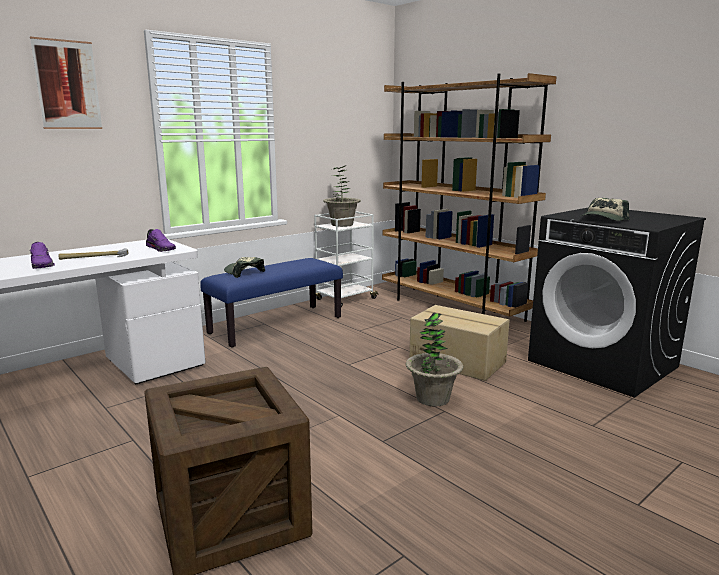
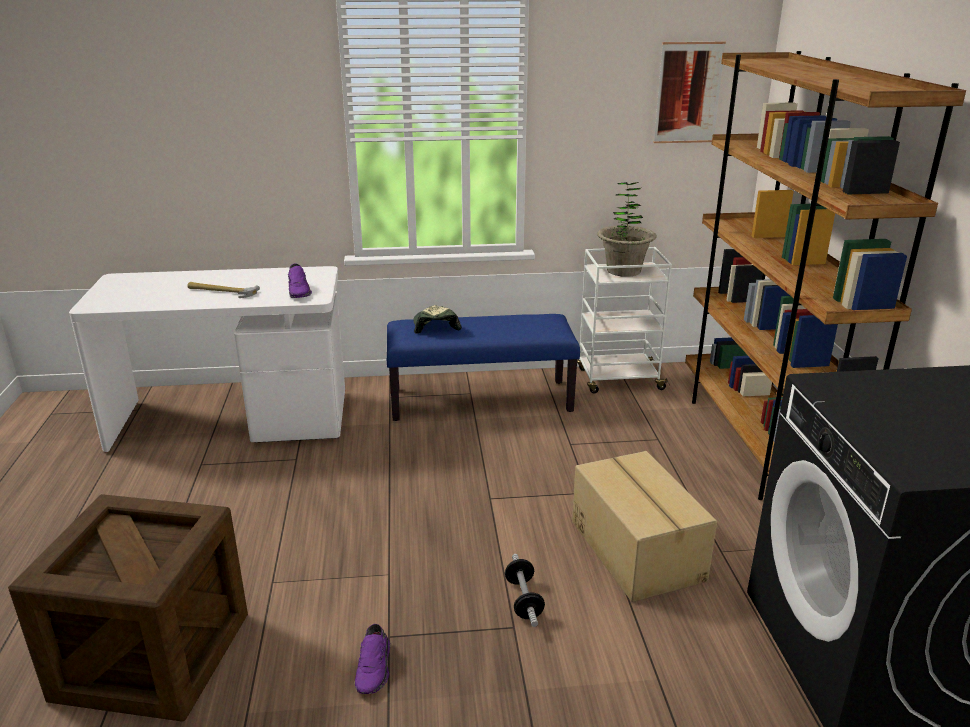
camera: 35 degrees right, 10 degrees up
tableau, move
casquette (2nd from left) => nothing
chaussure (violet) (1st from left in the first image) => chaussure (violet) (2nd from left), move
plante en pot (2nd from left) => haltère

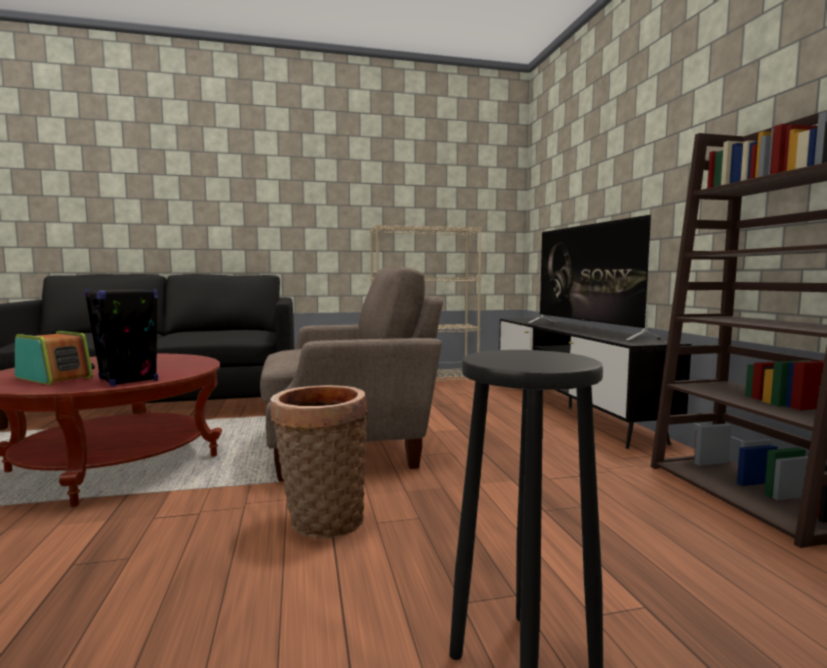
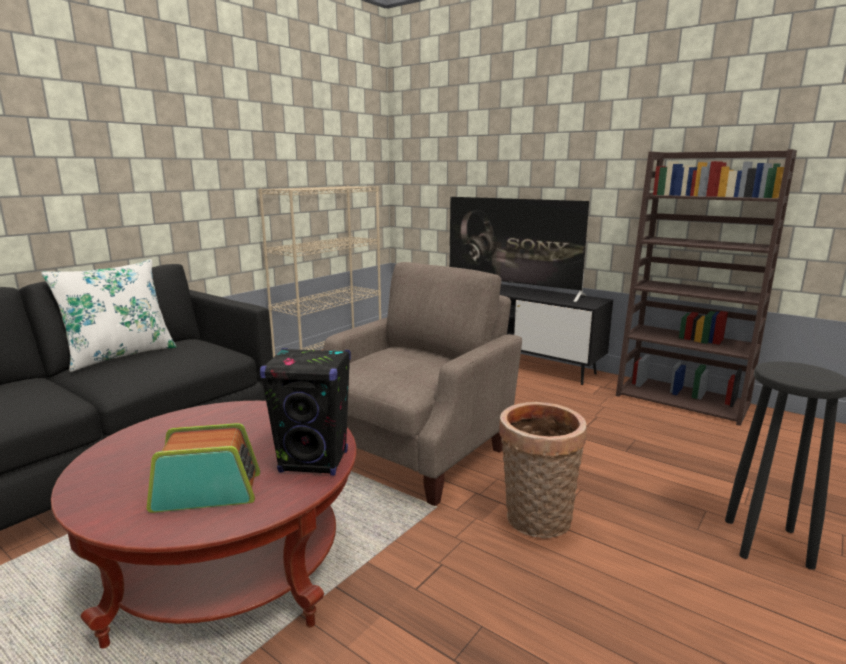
camera: 40 degrees left, 10 degrees up
nothing => coussin (blanc)

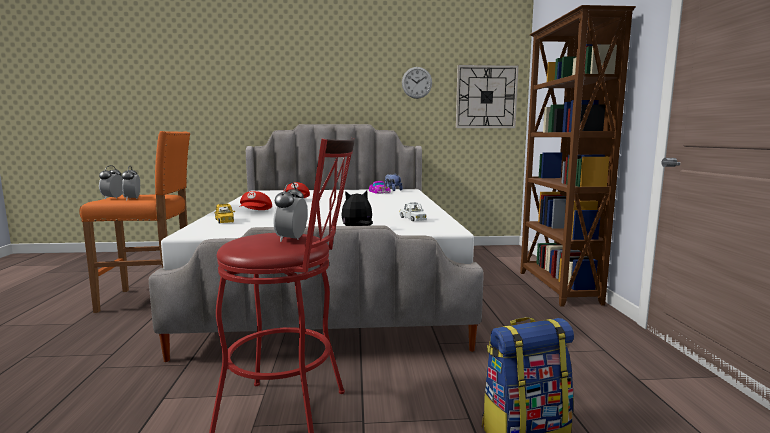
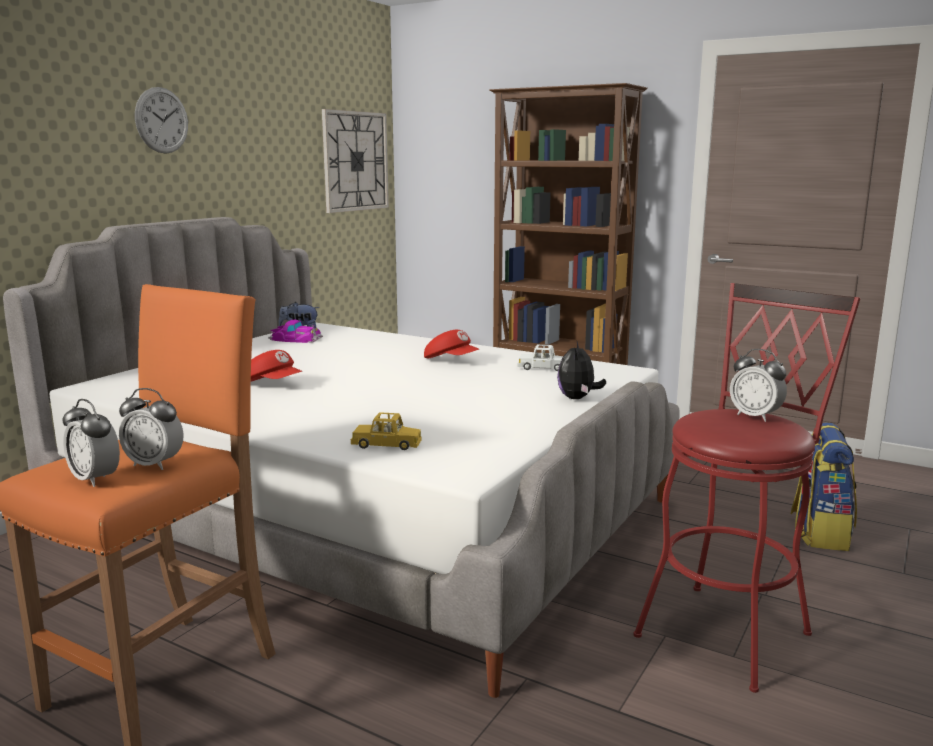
camera: 55 degrees left, 5 degrees up
horloge murale (1st from left), move
casquette (rouge) (1st from left in the first image) => casquette (rouge) (2nd from left), move

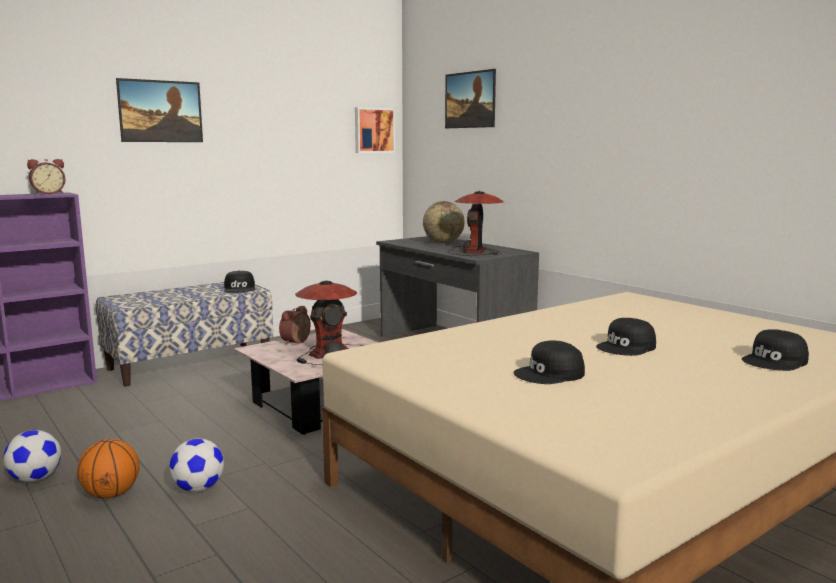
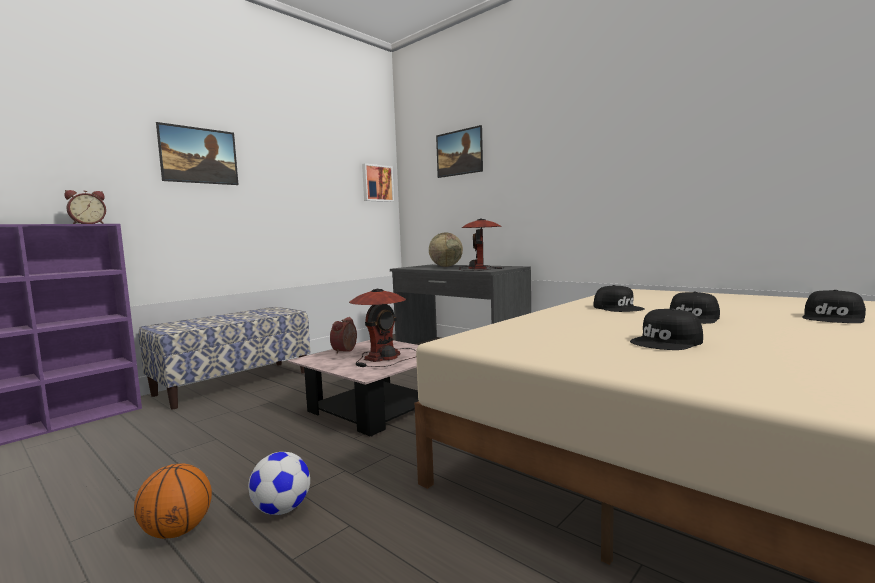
camera: 10 degrees left, 5 degrees down
casquette (noir) (1st from left), move
ballon de foot (1st from left) => nothing

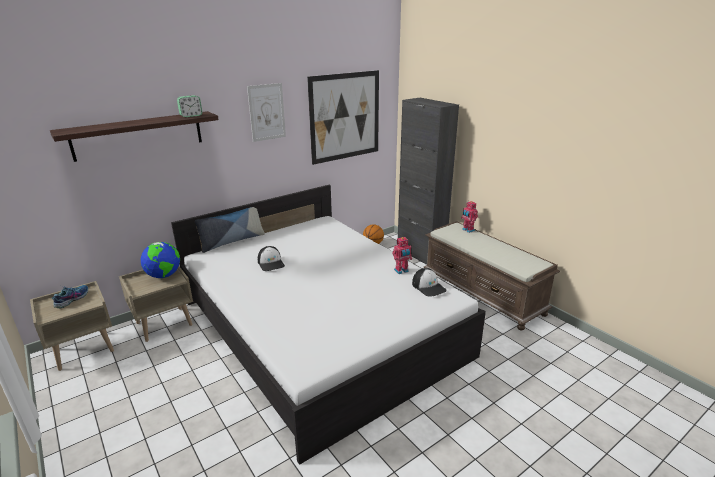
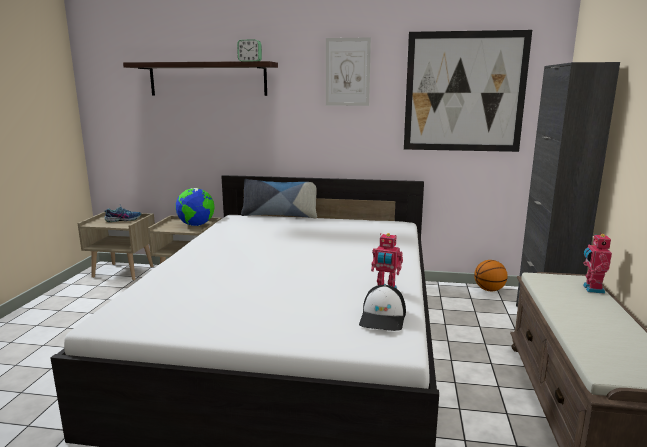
camera: 45 degrees right, 10 degrees down
casquette (1st from left) => nothing

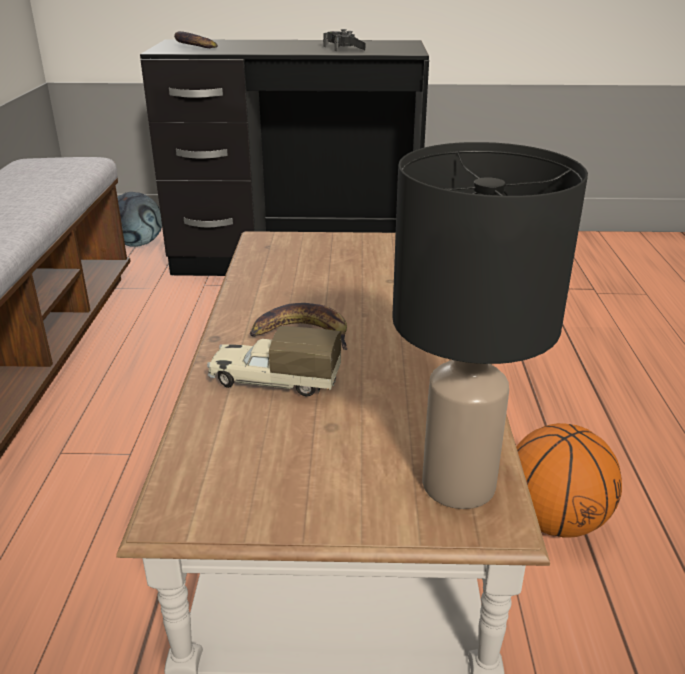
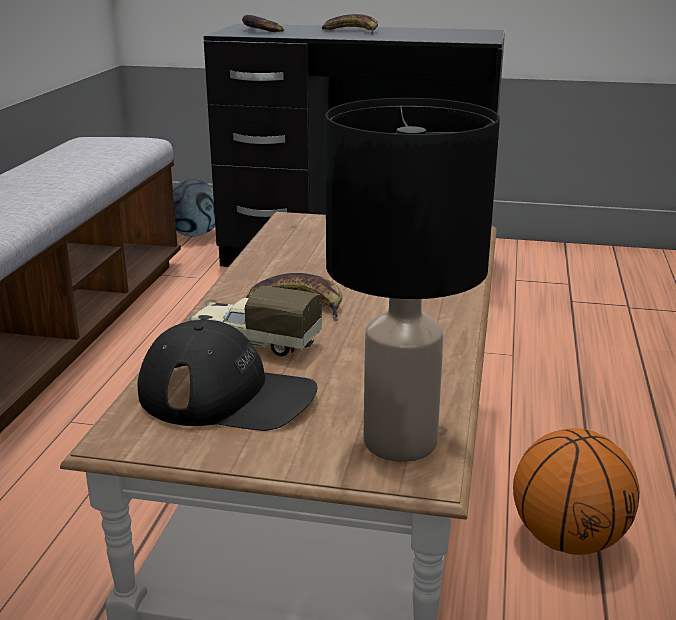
camera: 10 degrees right, 5 degrees down
manette (noir) => nothing
nothing => banane (3rd from left)
nothing => casquette (noir)

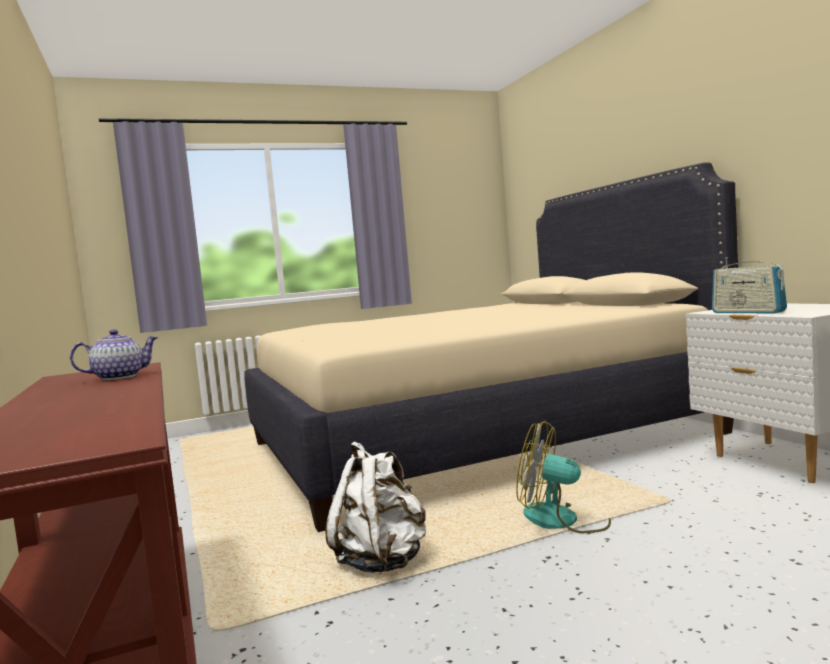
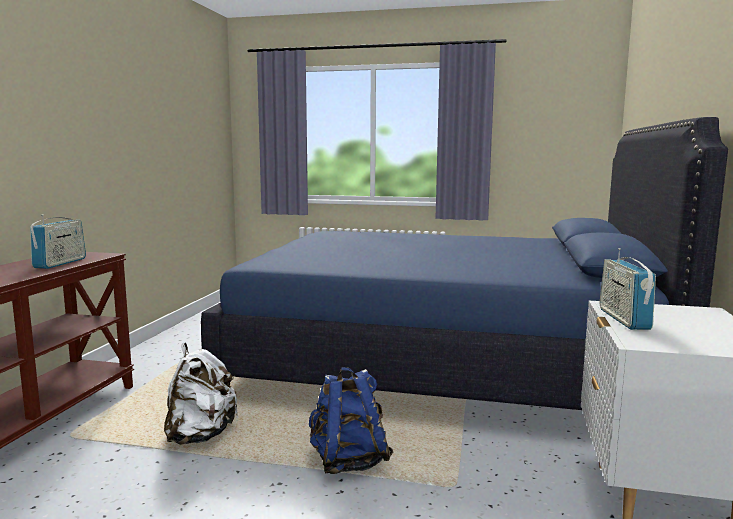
camera: 35 degrees right, 5 degrees up
lit (beige) => lit (bleu)
théière => radio (1st from left)
ventilateur => sac à dos (bleu)

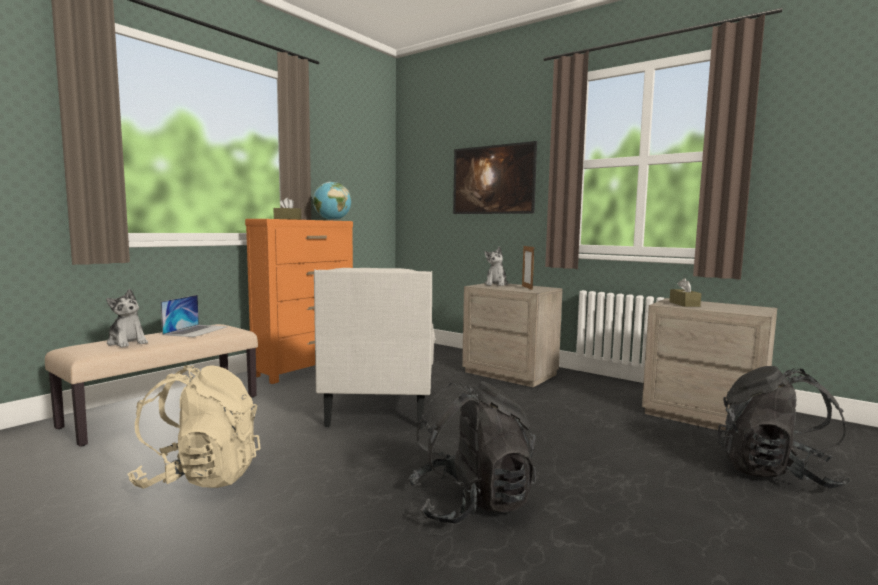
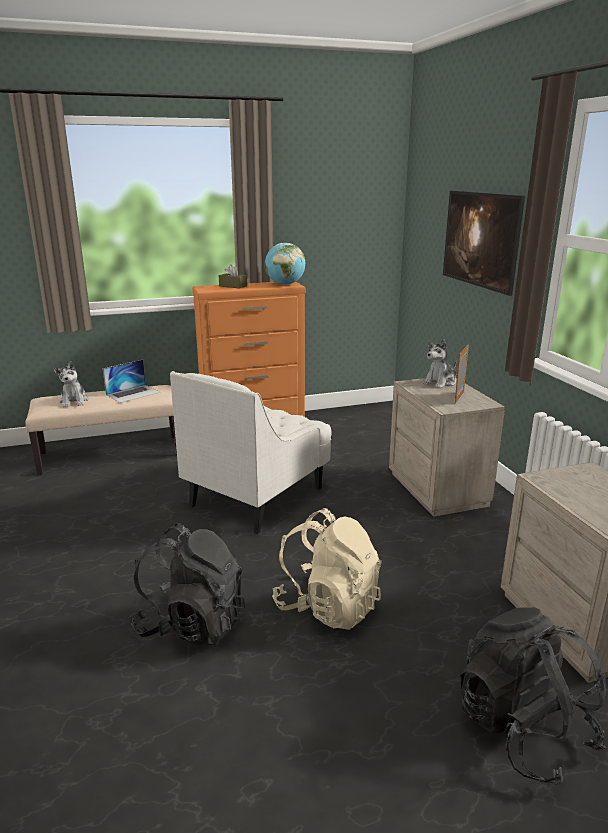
camera: 35 degrees right, 15 degrees up
boîte à mouchoirs (marron) (2nd from left) => nothing
sac à dos (beige), move

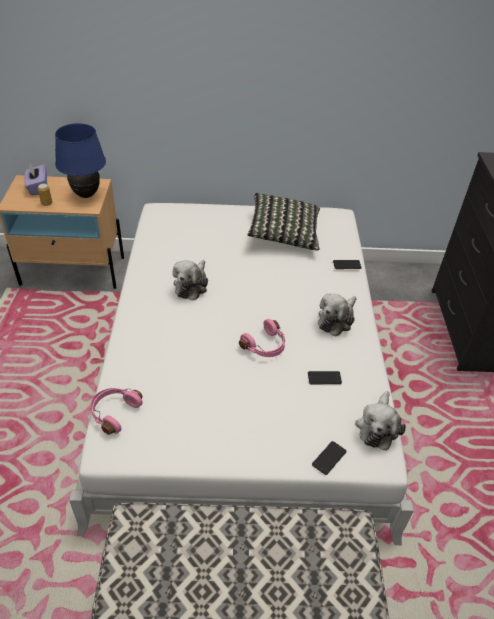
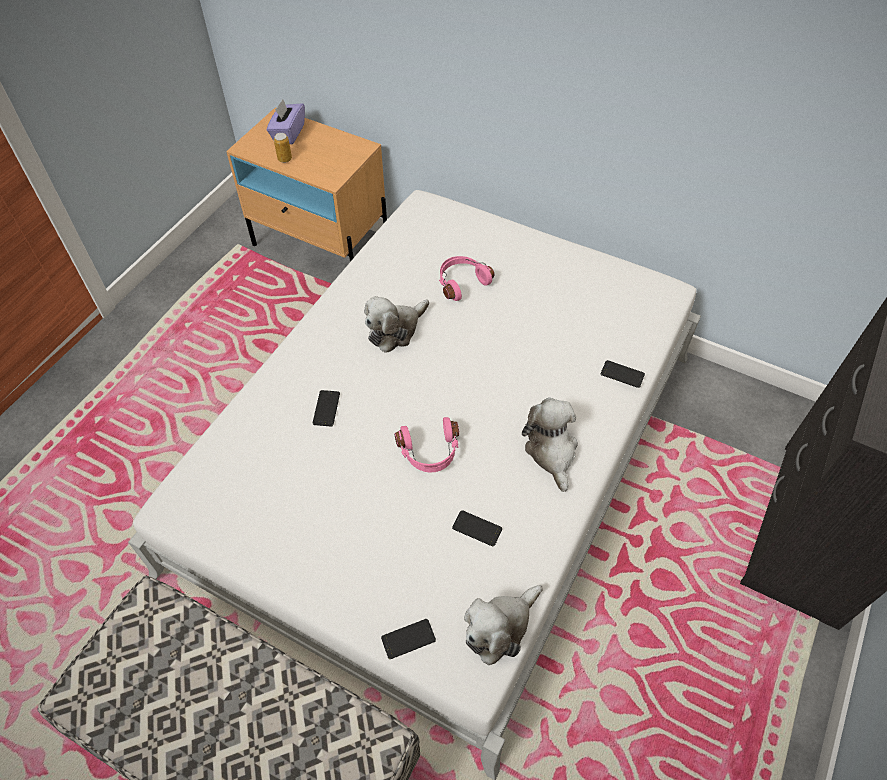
camera: 30 degrees right, 10 degrees up
lampe de table (bleu) => nothing
coussin => nothing
peluche (2nd from left in the first image) => peluche (3rd from left), 105 degrees clockwise
casque audio (rose) (1st from left in the first image) => casque audio (rose) (2nd from left), move
nothing => téléphone (1st from left)

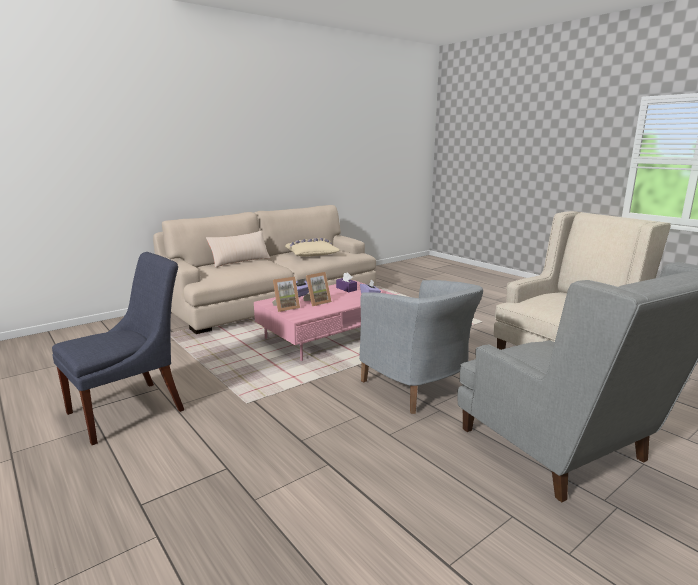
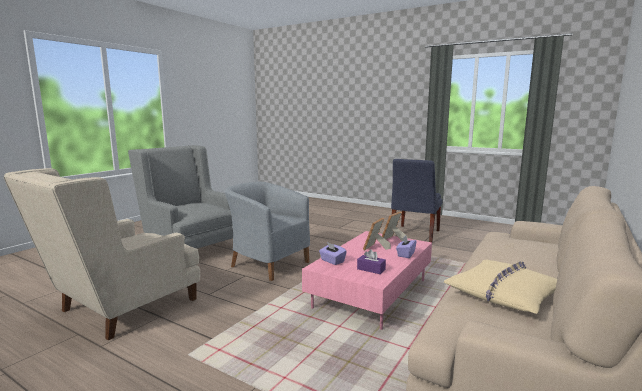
camera: 160 degrees right, 5 degrees down
coussin (beige) (1st from left) => nothing

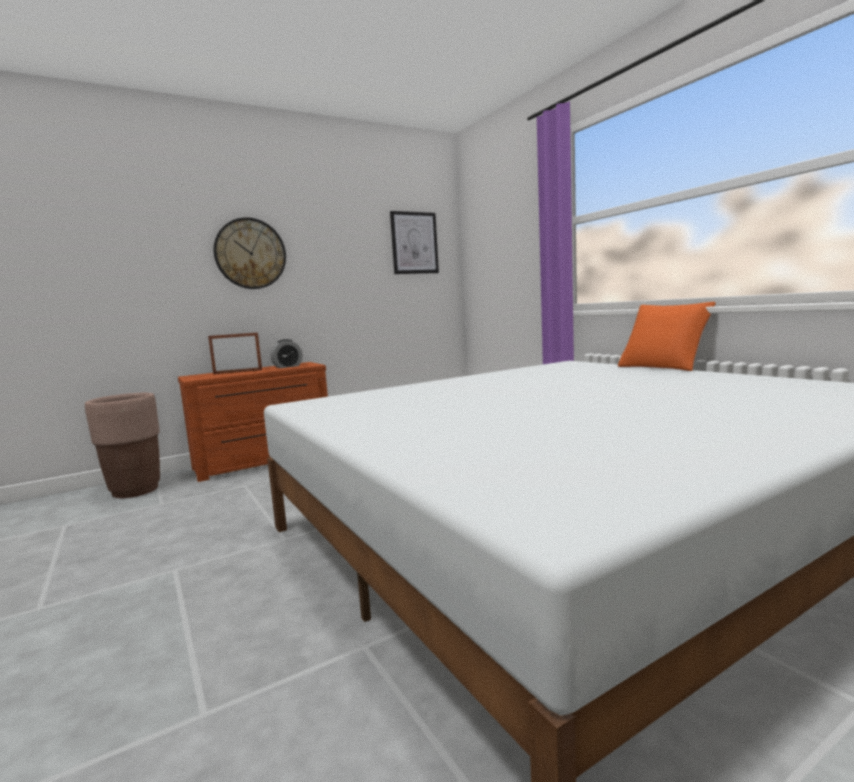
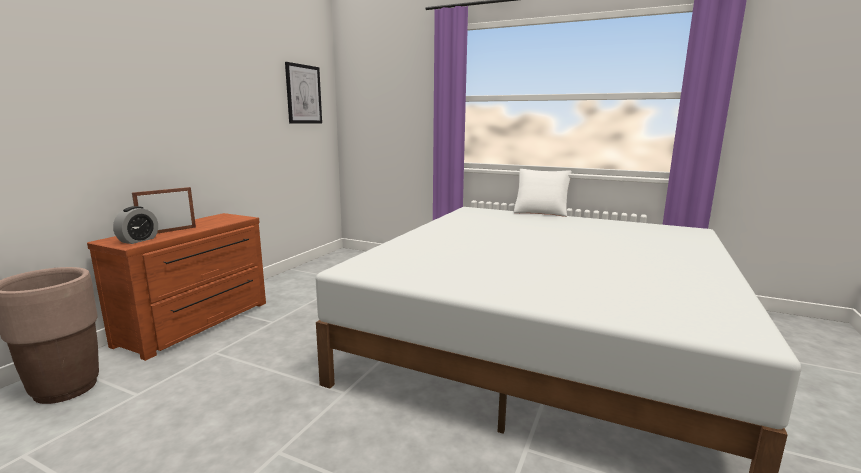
camera: 35 degrees left, 5 degrees up
horloge murale => nothing
coussin (orange) => coussin (blanc)
réveil, move

